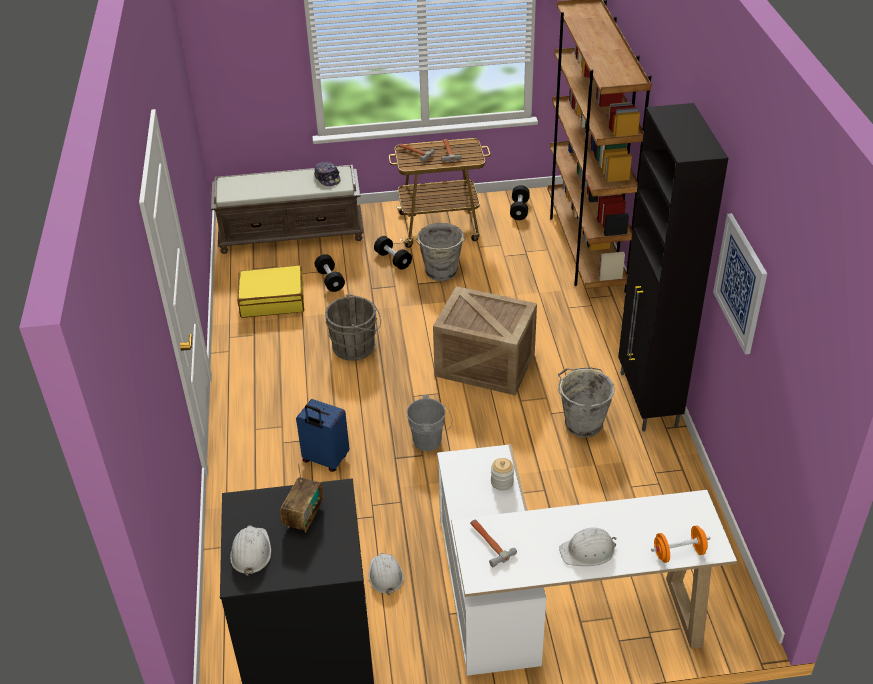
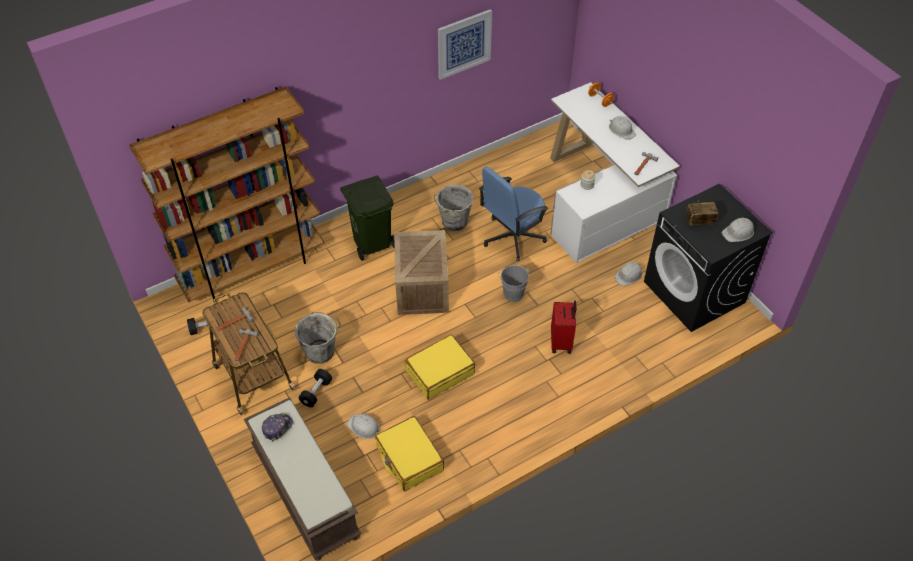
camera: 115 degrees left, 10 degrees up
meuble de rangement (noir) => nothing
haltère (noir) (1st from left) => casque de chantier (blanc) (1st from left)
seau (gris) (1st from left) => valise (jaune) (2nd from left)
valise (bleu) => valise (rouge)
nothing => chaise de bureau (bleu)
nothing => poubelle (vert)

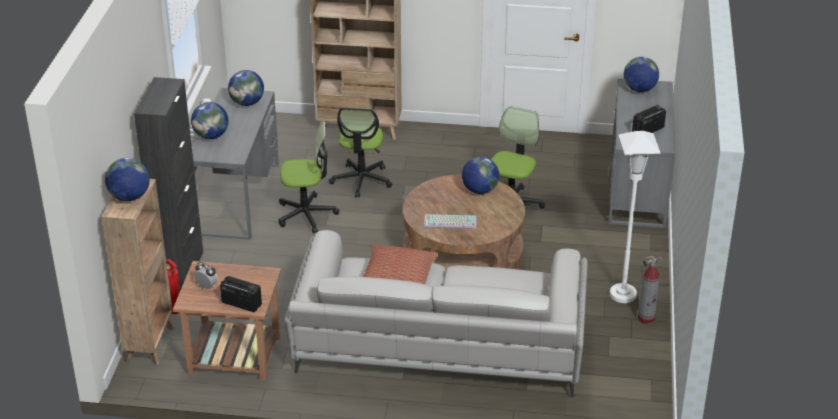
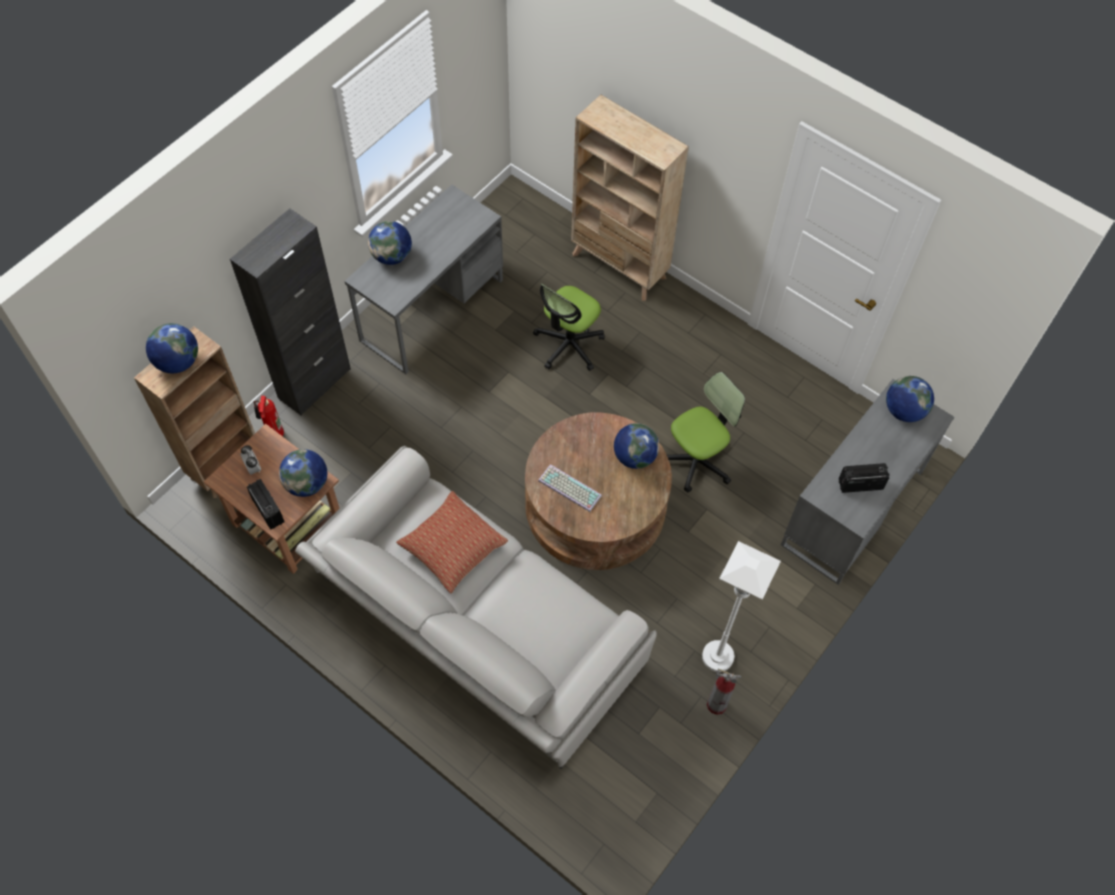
camera: 30 degrees right, 25 degrees up
globe (3rd from left in the first image) => globe (2nd from left), move
chaise de bureau (1st from left) => nothing

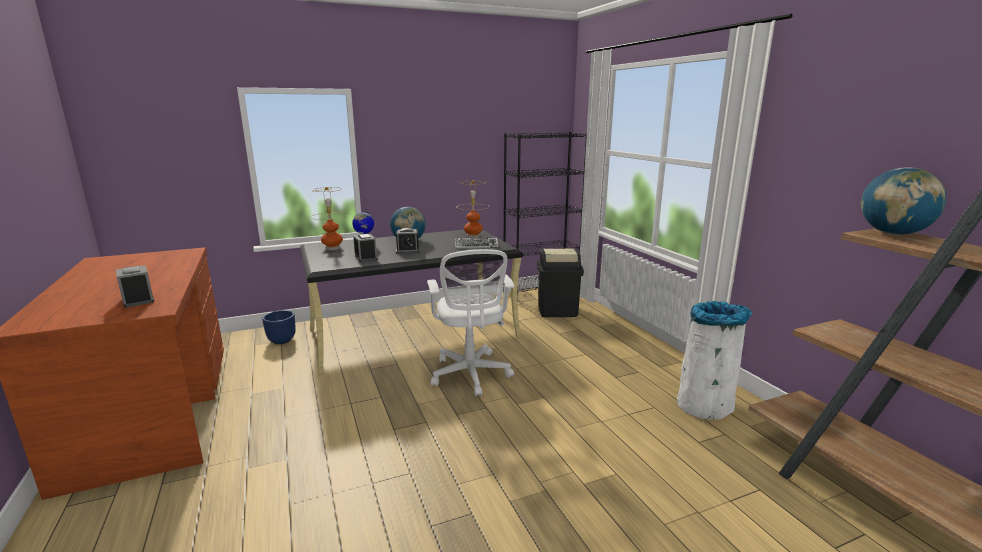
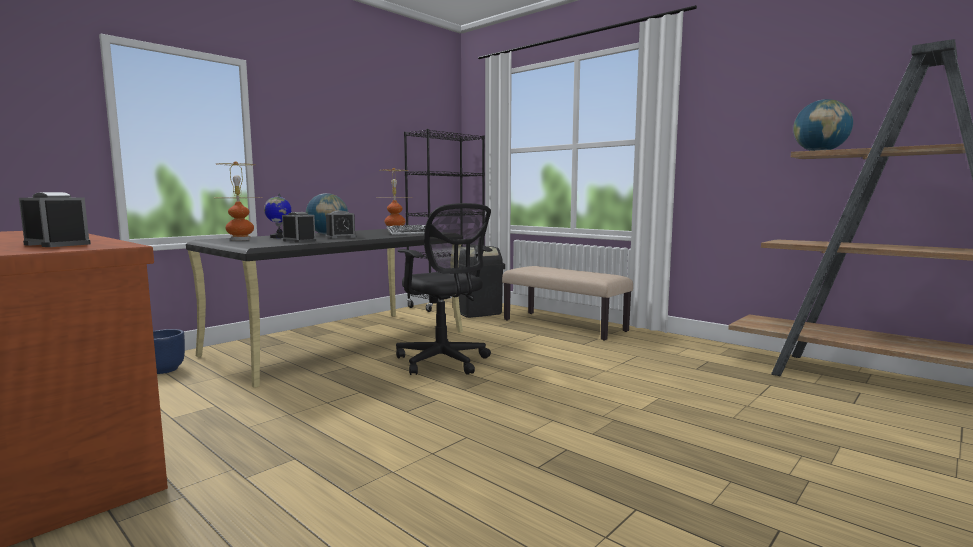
camera: 25 degrees left, 10 degrees down
chaise de bureau (blanc) => chaise de bureau (noir)
poubelle (blanc) => nothing
nothing => banc (beige)

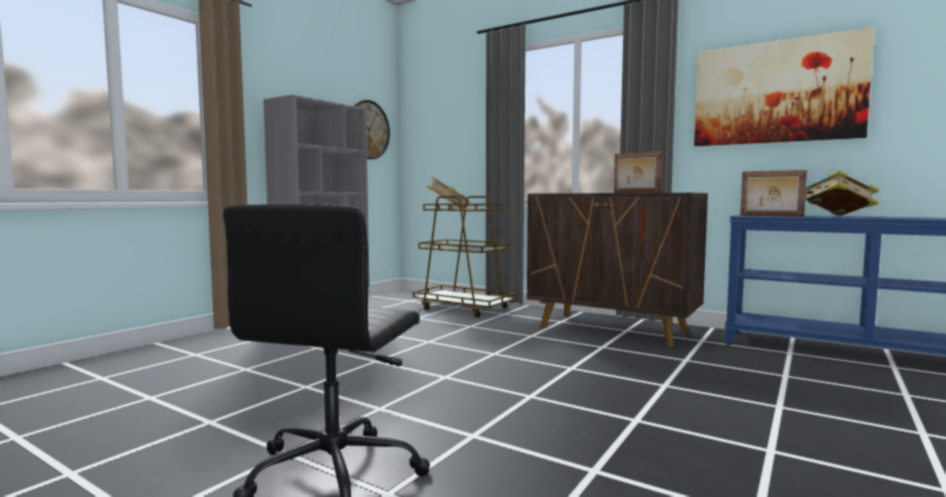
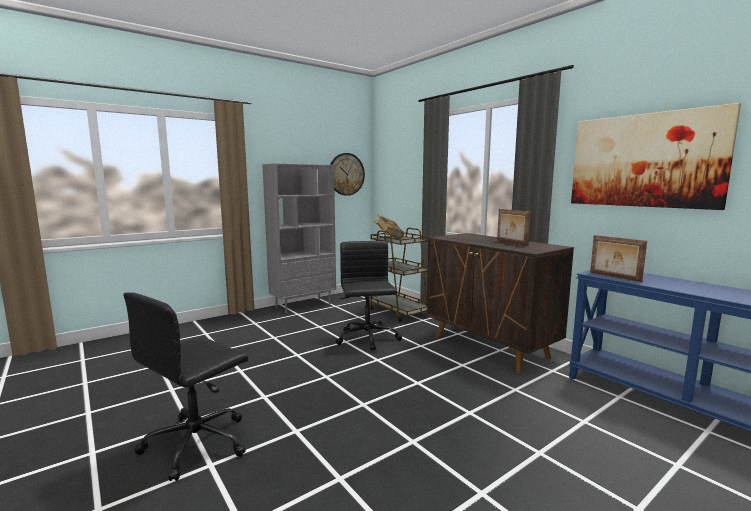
camera: 20 degrees right, 5 degrees up
livre (2nd from left) => nothing
nothing => chaise de bureau (noir) (2nd from left)

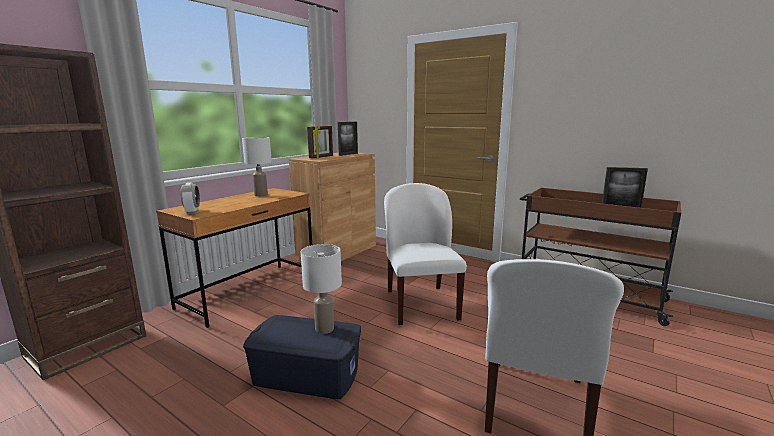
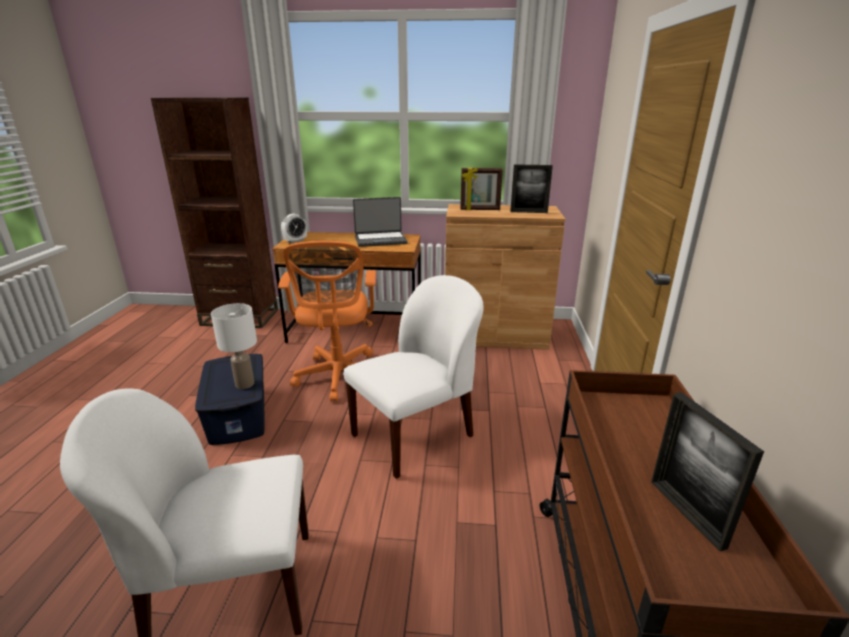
camera: 60 degrees right, 10 degrees up
lampe de table (blanc) (1st from left) => ordinateur portable
nothing => chaise de bureau (orange)

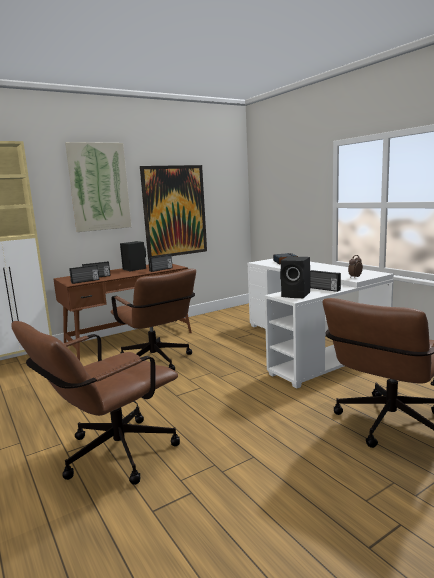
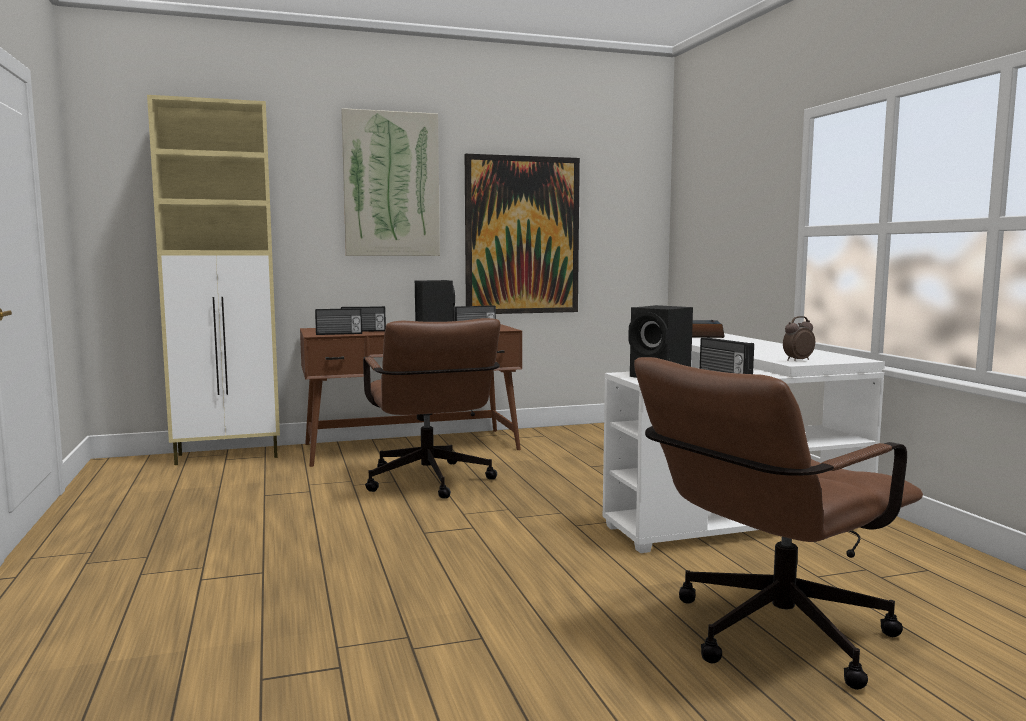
camera: 15 degrees right, 5 degrees down
chaise de bureau (marron) (1st from left) => nothing

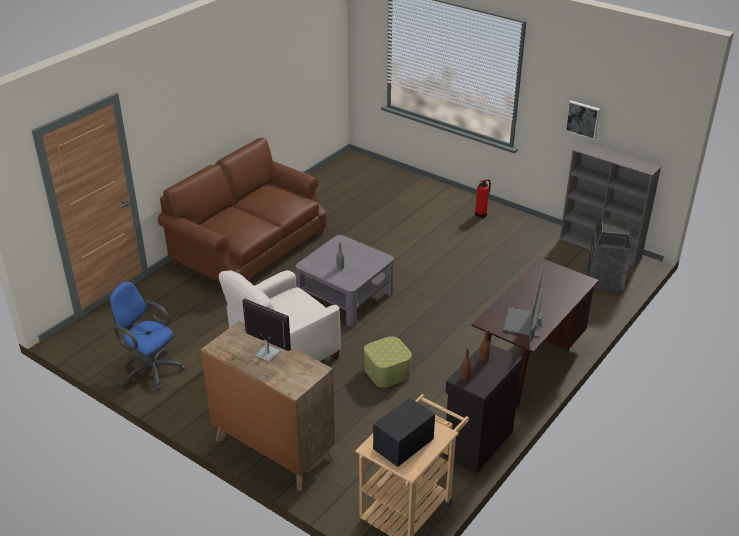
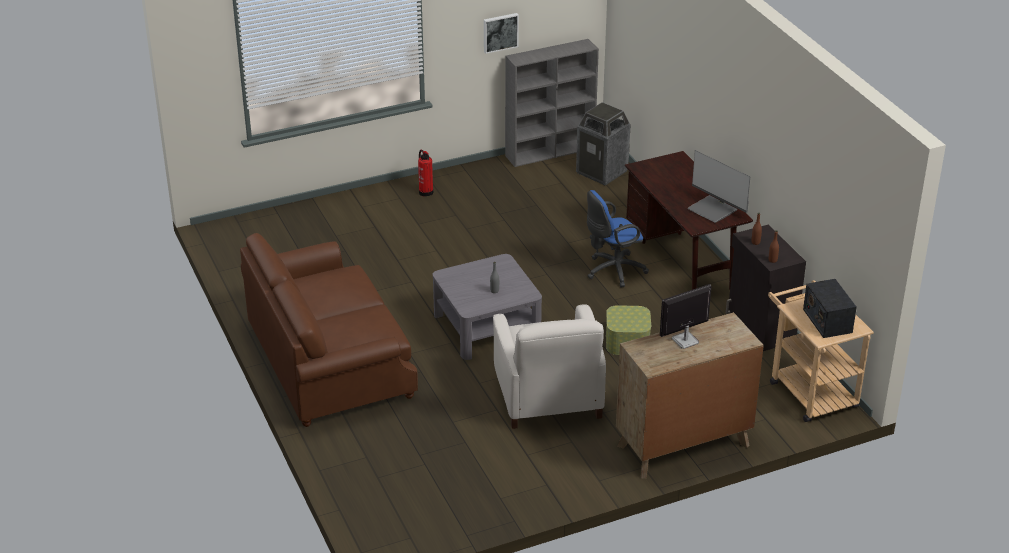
camera: 60 degrees left, 0 degrees up
chaise de bureau (bleu), move

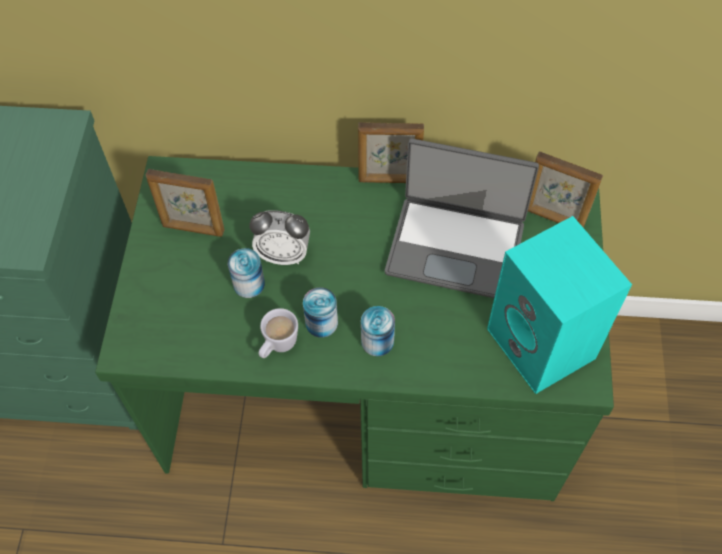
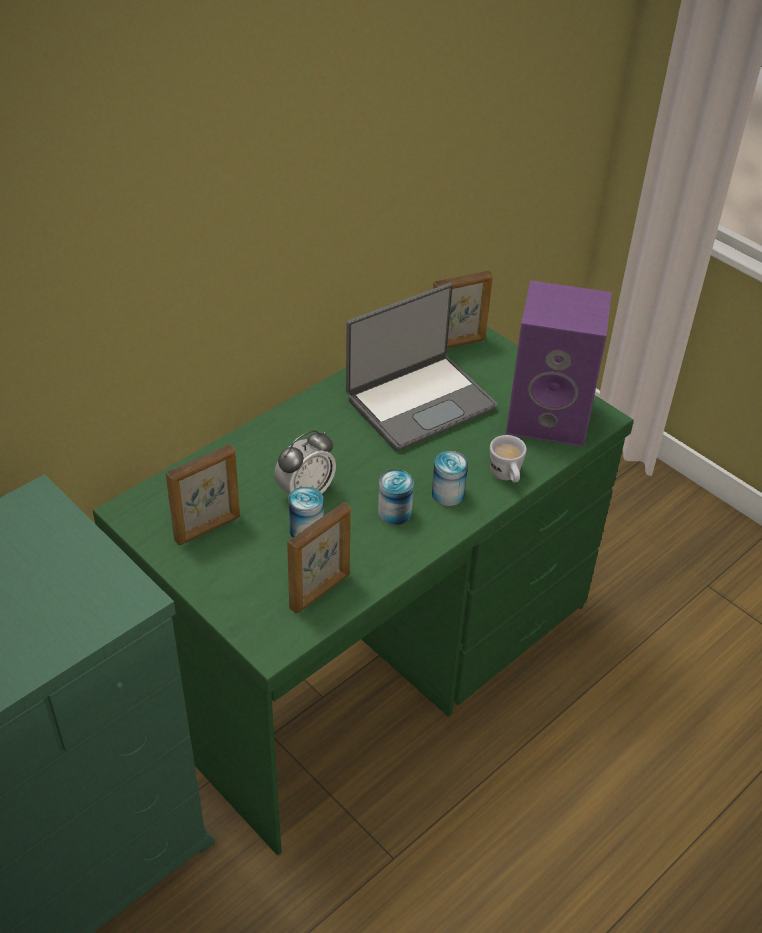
camera: 50 degrees left, 15 degrees down
cadre photo (2nd from left), move
enceinte (turquoise) => enceinte (violet)
mug (blanc), move

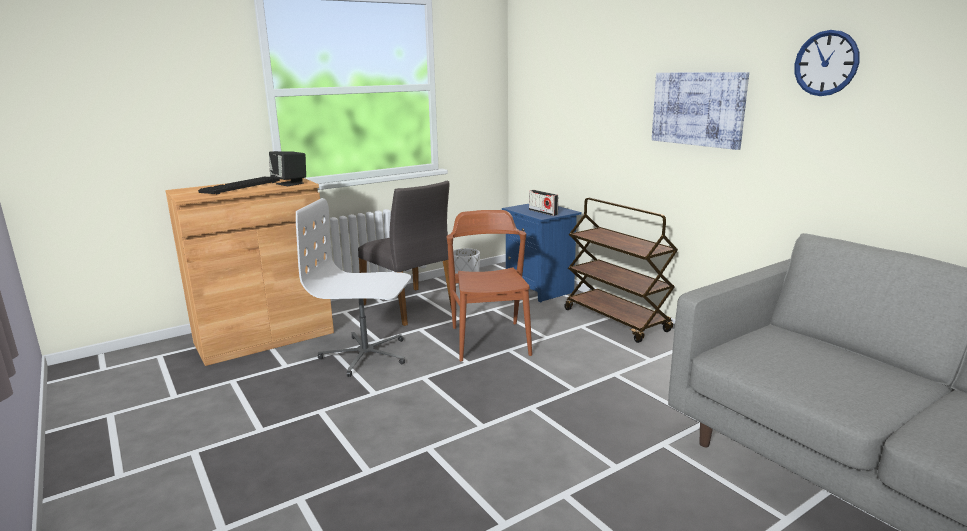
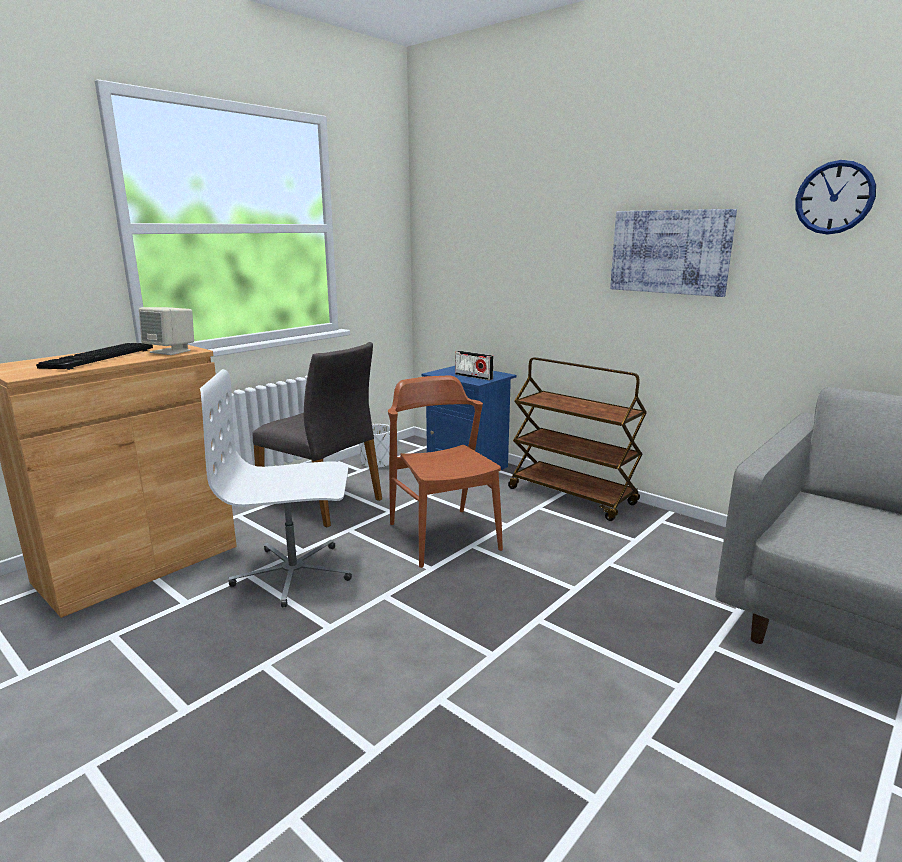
camera: 15 degrees left, 0 degrees up
enceinte (noir) => enceinte (beige)

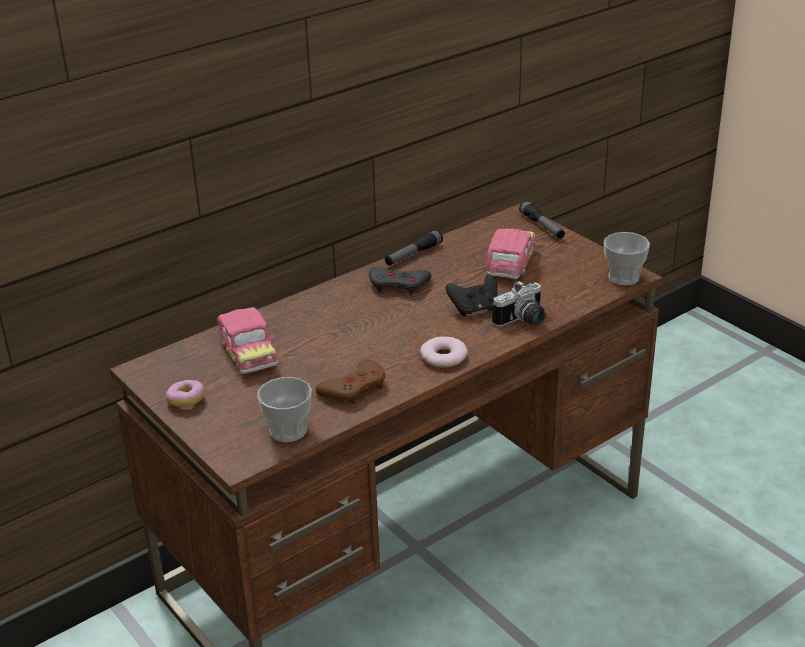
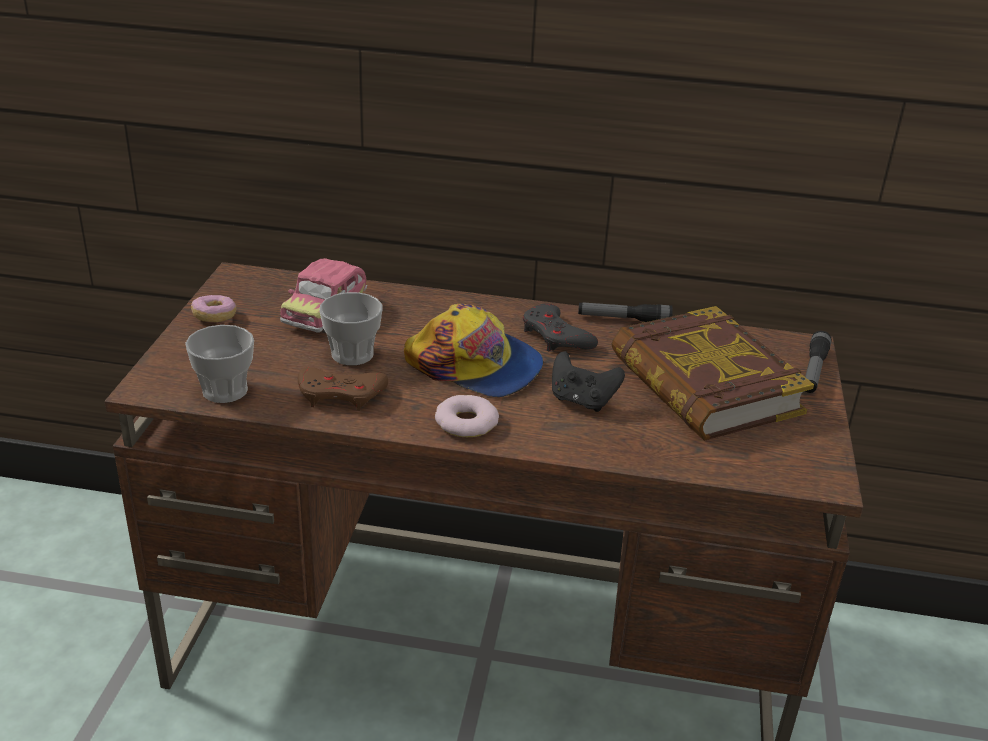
camera: 45 degrees right, 0 degrees up
petite voiture (2nd from left) => livre
tasse (2nd from left), move
appareil photo => nothing
nothing => casquette

